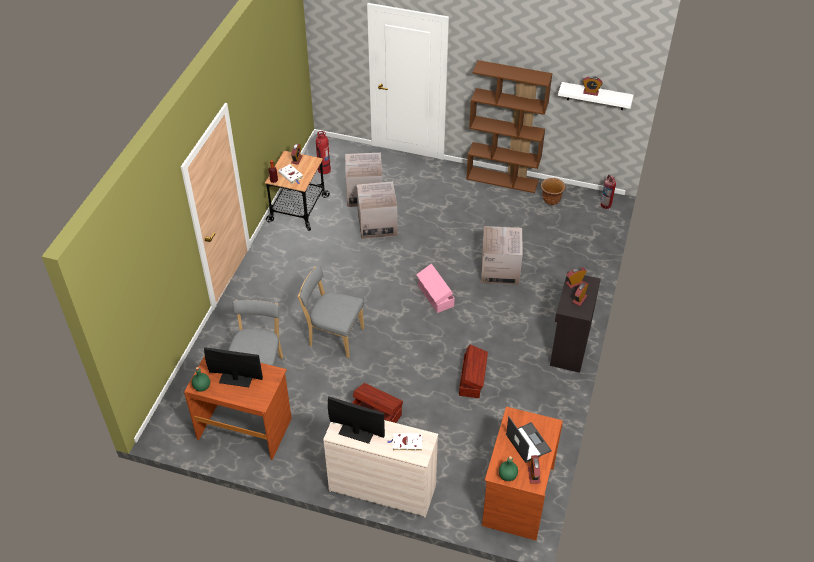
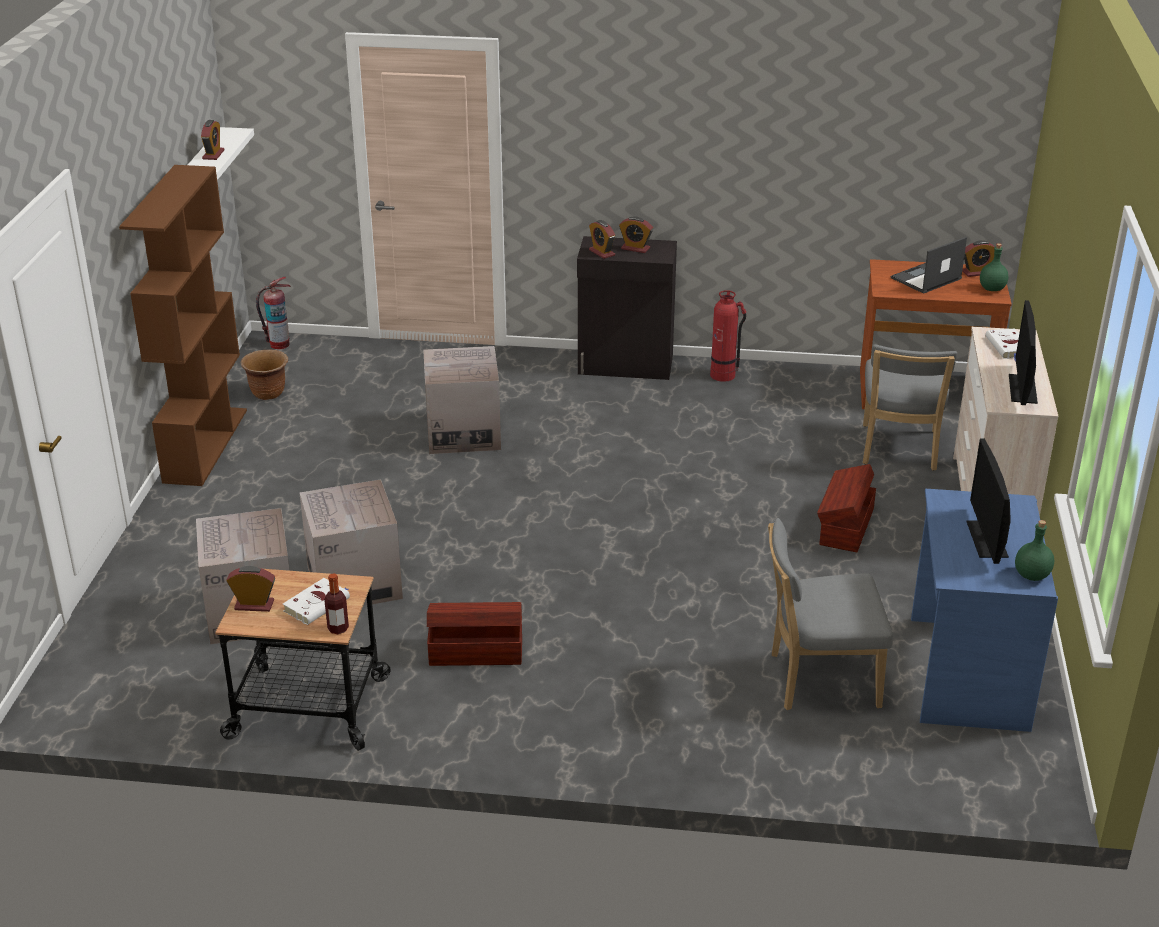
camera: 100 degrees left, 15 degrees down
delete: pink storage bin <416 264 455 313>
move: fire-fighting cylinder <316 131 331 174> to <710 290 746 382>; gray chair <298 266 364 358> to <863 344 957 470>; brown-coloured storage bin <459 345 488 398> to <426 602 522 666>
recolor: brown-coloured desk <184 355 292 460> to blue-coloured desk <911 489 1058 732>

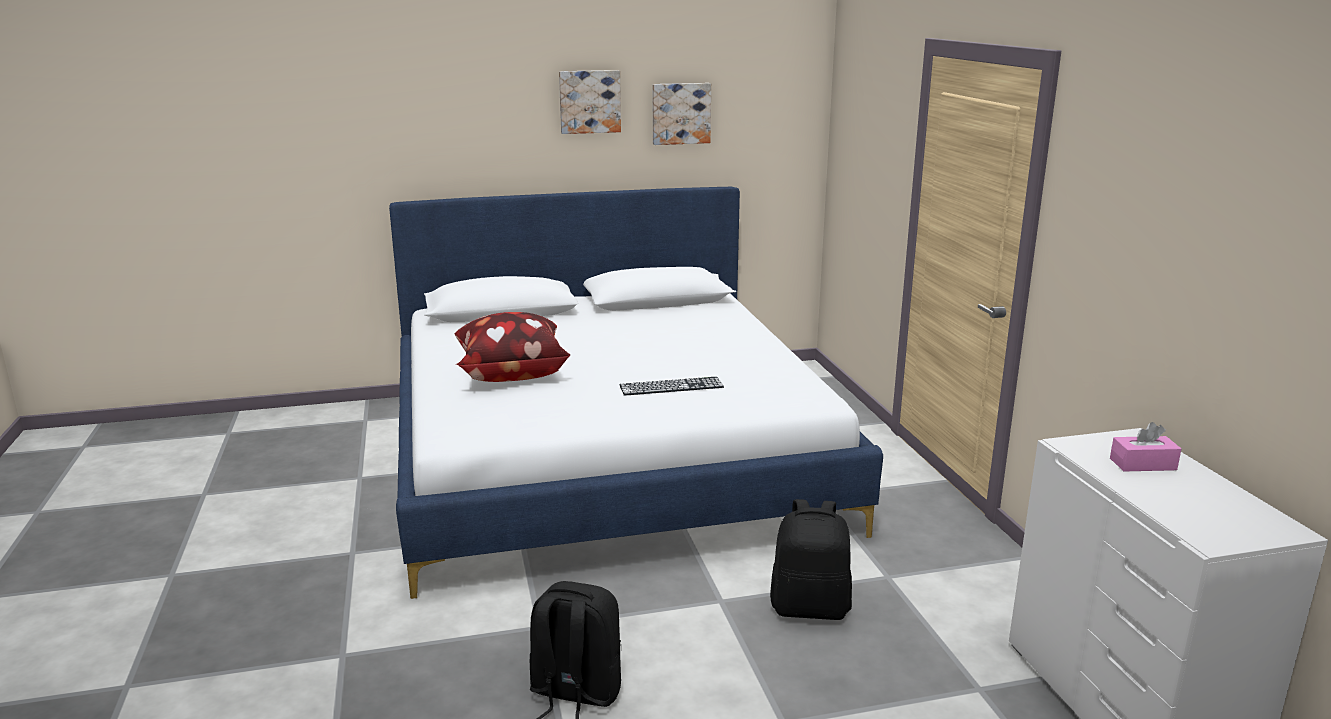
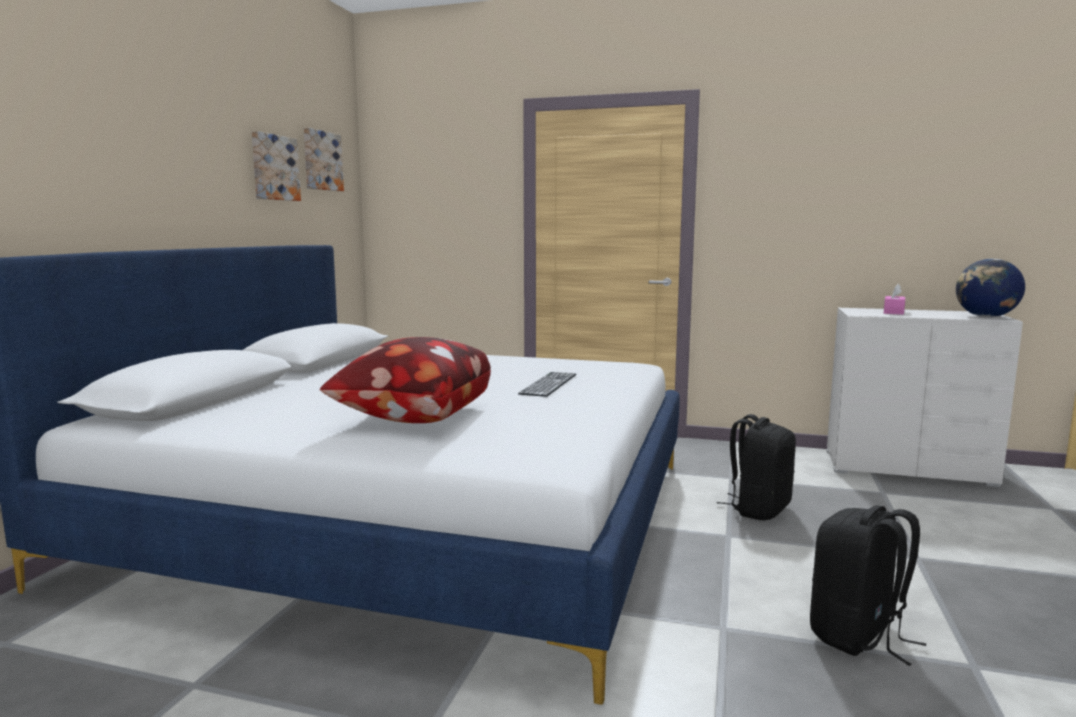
camera: 60 degrees left, 10 degrees down
insert: world globe <956 259 1025 317>
move: wall picture <559 70 621 134> to <304 128 344 191>

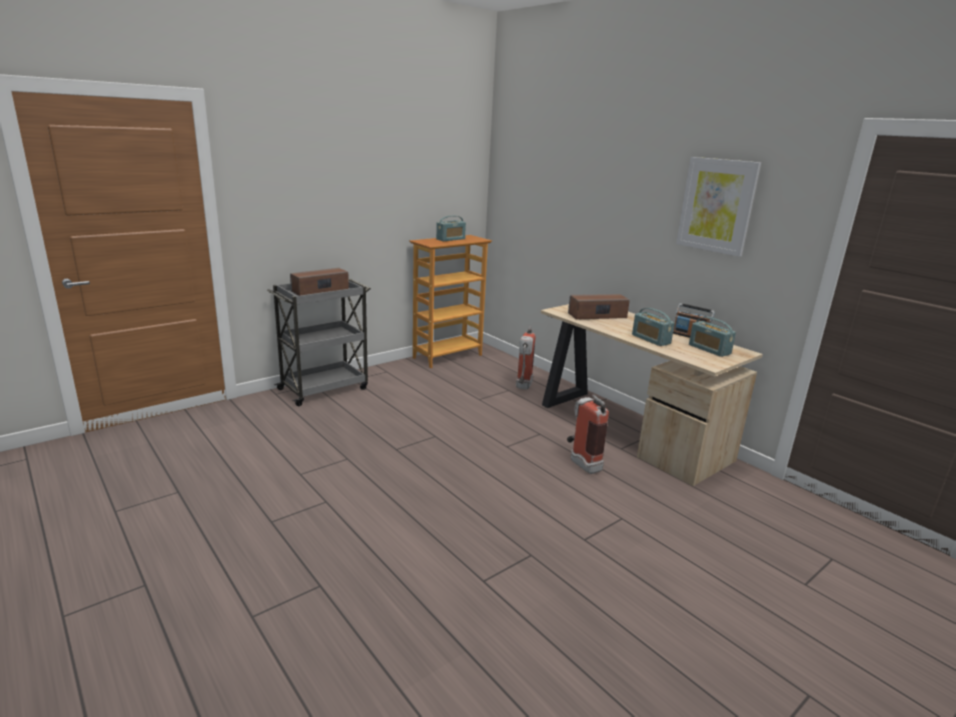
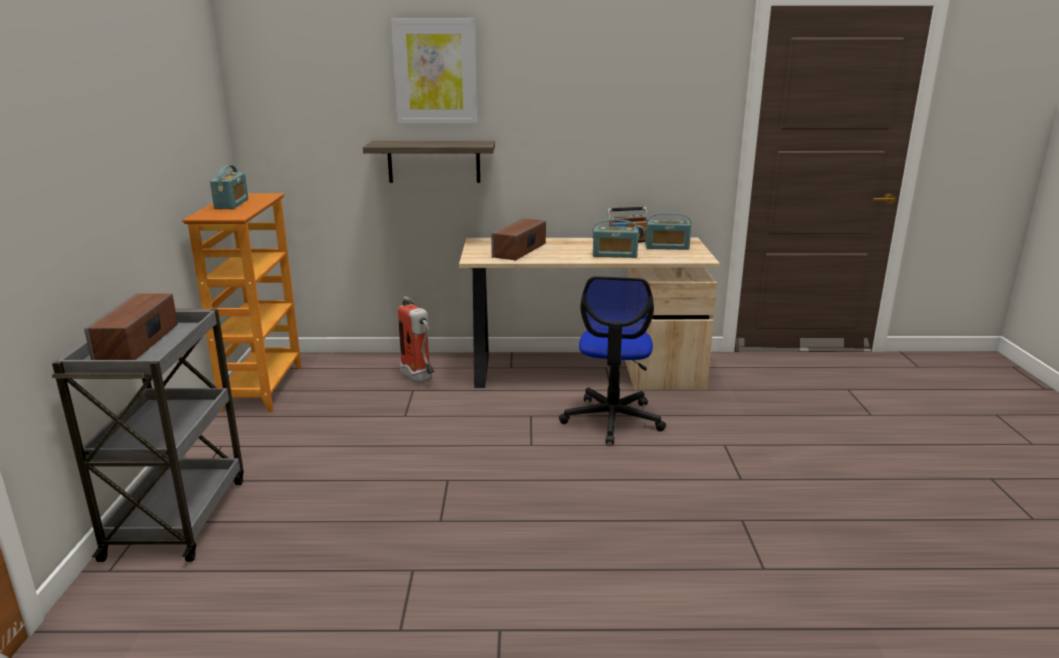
camera: 50 degrees left, 0 degrees up
insert: bracket shelf <363 141 495 183>
move: wall picture <676 157 761 257> to <391 18 477 124>
replace: fire-fighting cylinder <567 394 609 474> to desk chair <559 276 666 445>

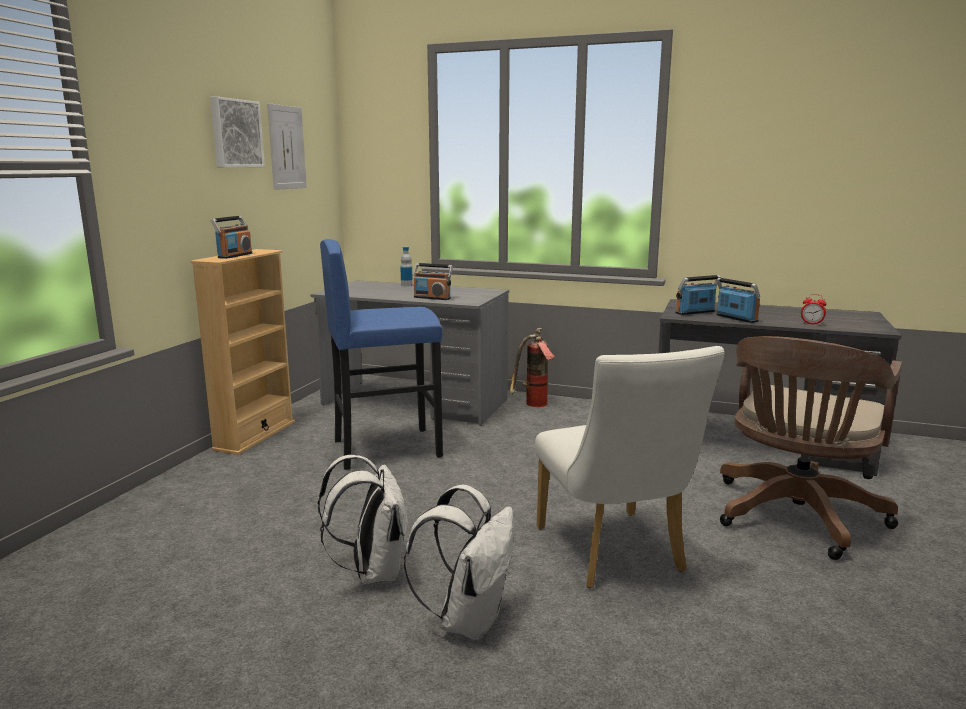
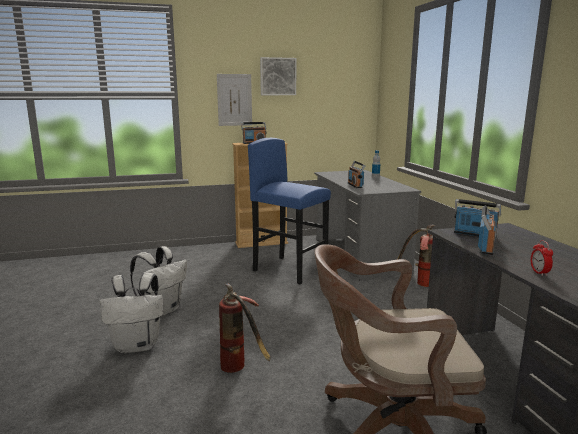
camera: 55 degrees right, 0 degrees up
move: wall picture <267 103 307 190> to <217 74 252 126>
replace: white-coloured chair <535 346 725 588> to fire-fighting cylinder <219 283 271 373>

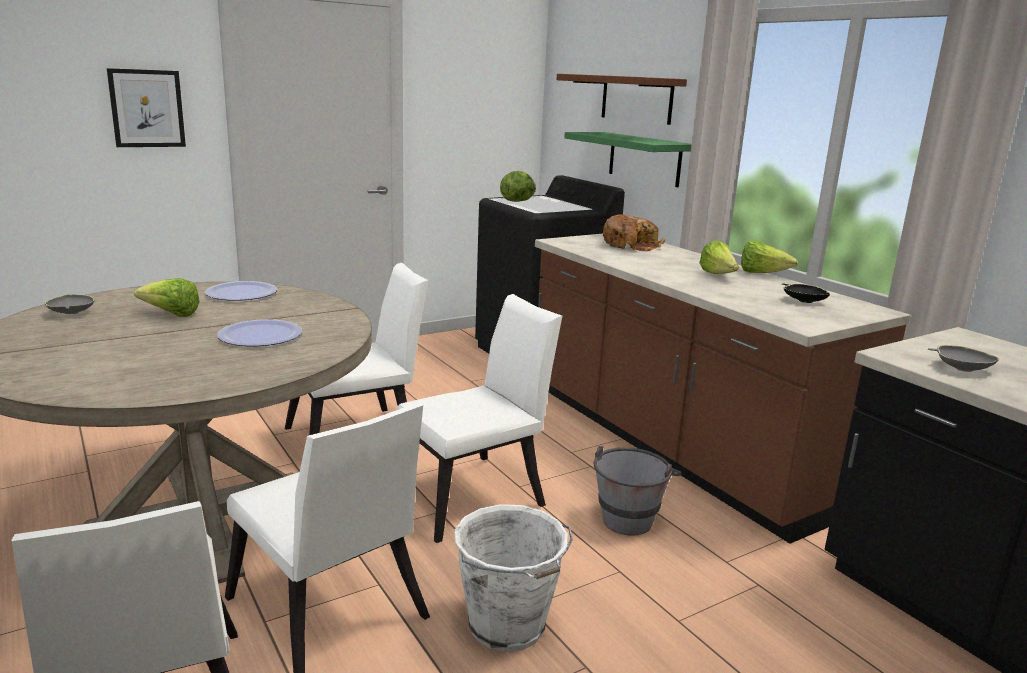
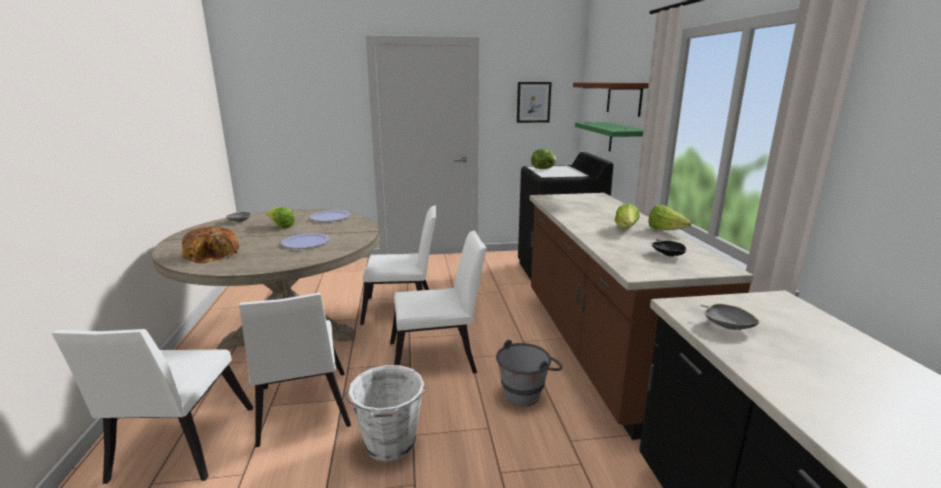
camera: 25 degrees right, 0 degrees up
move: wall picture <107 68 186 147> to <517 82 552 123>; bread <603 214 665 252> to <182 226 239 264>

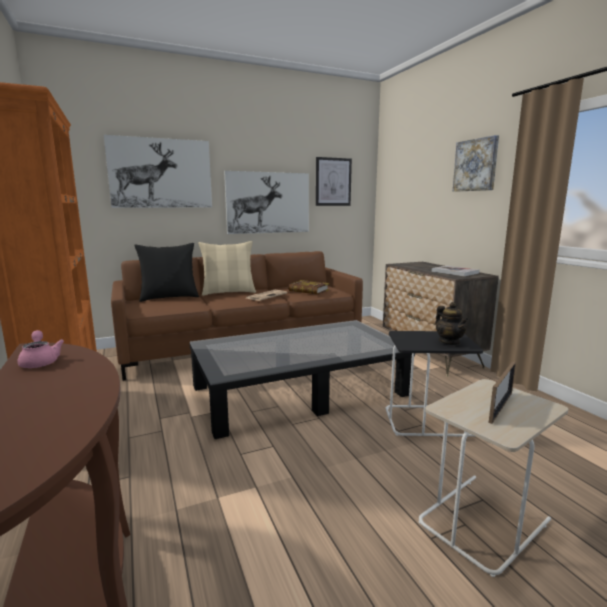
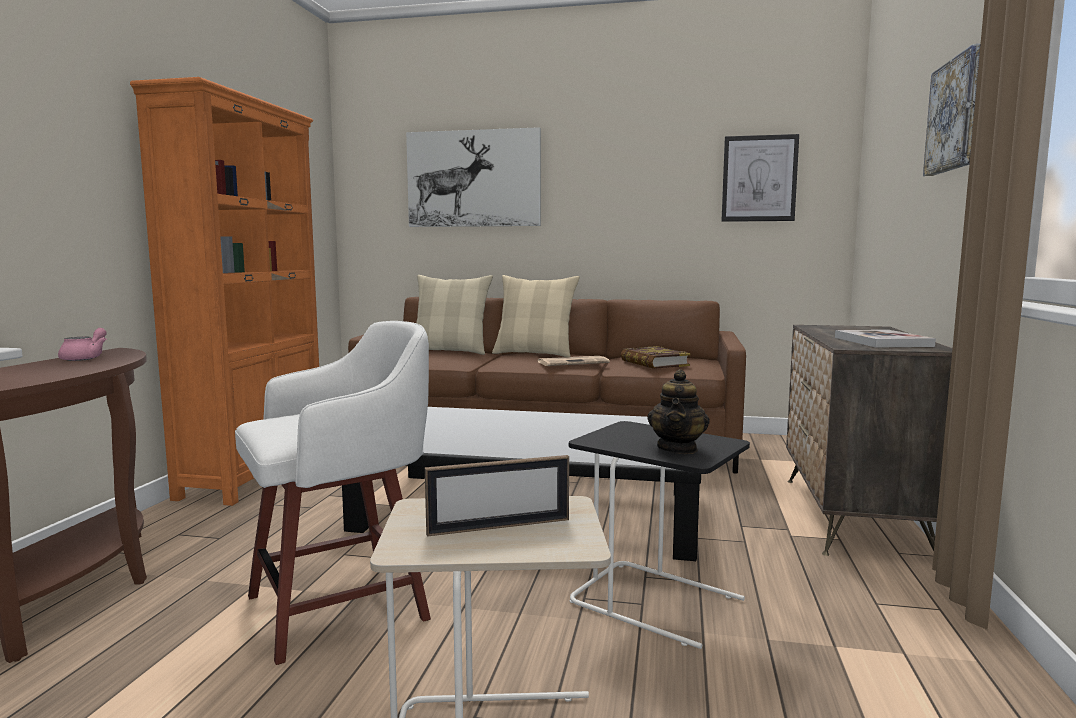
camera: 35 degrees right, 5 degrees down
delete: wall picture <224 171 309 234>
insert: white-coloured stool <235 321 431 665>
recolor: black-coloured pillow <134 243 199 302> to beige pillow <416 275 493 355>

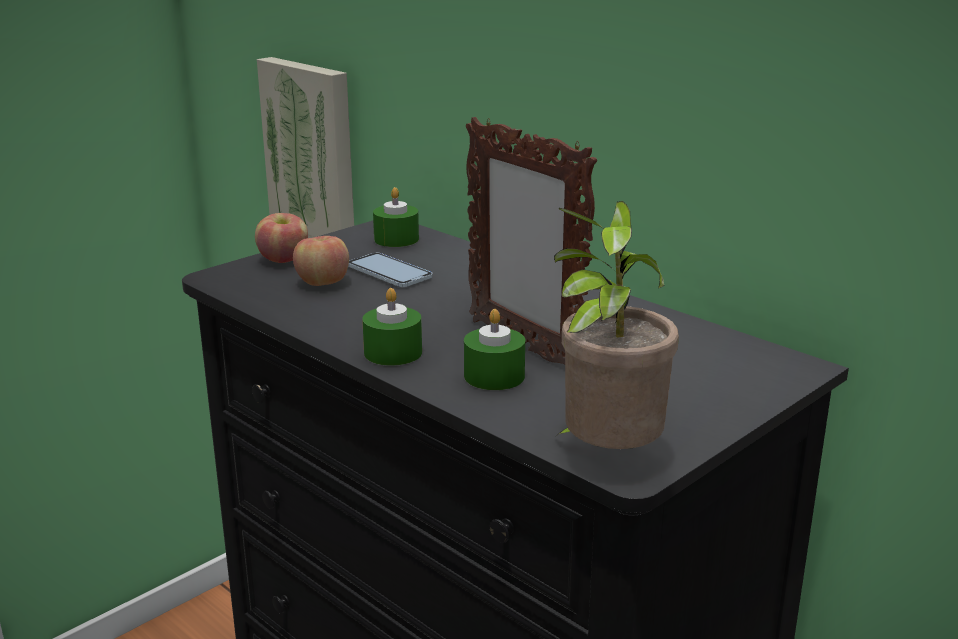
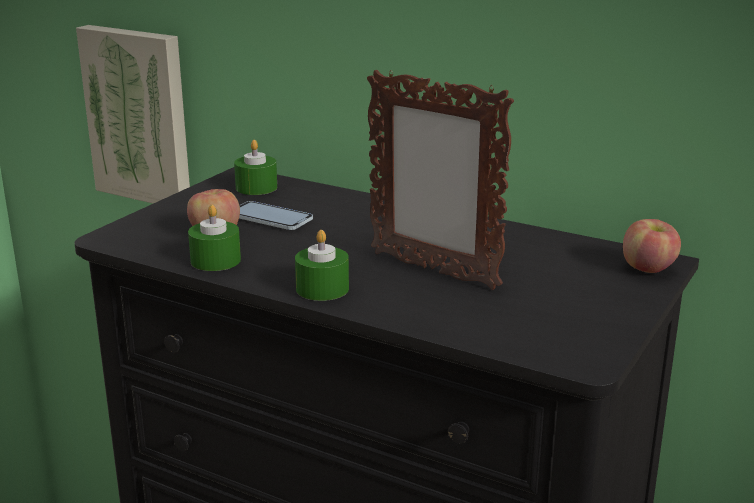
camera: 15 degrees left, 0 degrees up
delete: plant in a pot <554 201 679 449>
move: apple <255 213 308 263> to <623 219 681 273>; green wax light <464 309 525 390> to <188 205 241 271>

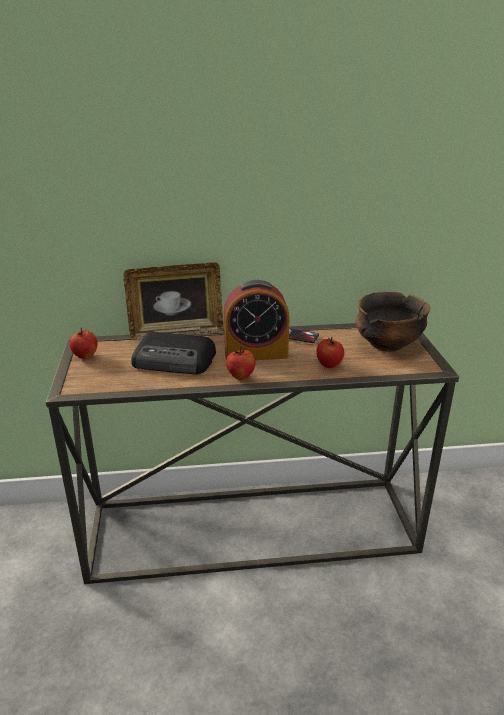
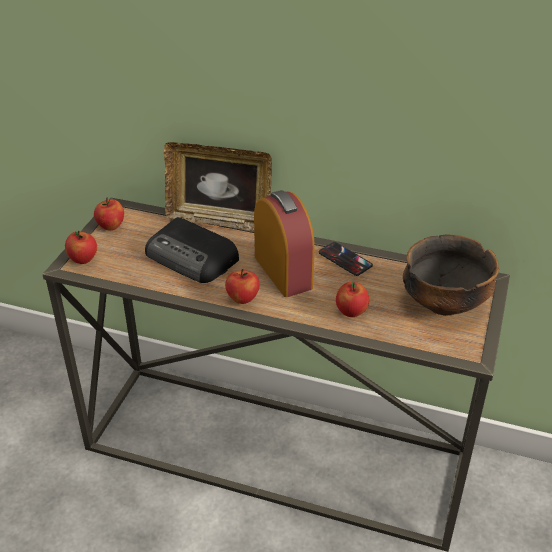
camera: 25 degrees right, 10 degrees up
insert: apple <65 231 97 264>
rotate: table clock <224 280 290 360> = <254 190 315 297> 135 degrees counterclockwise

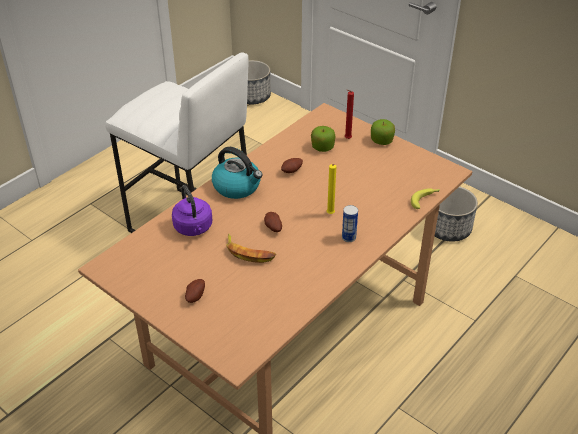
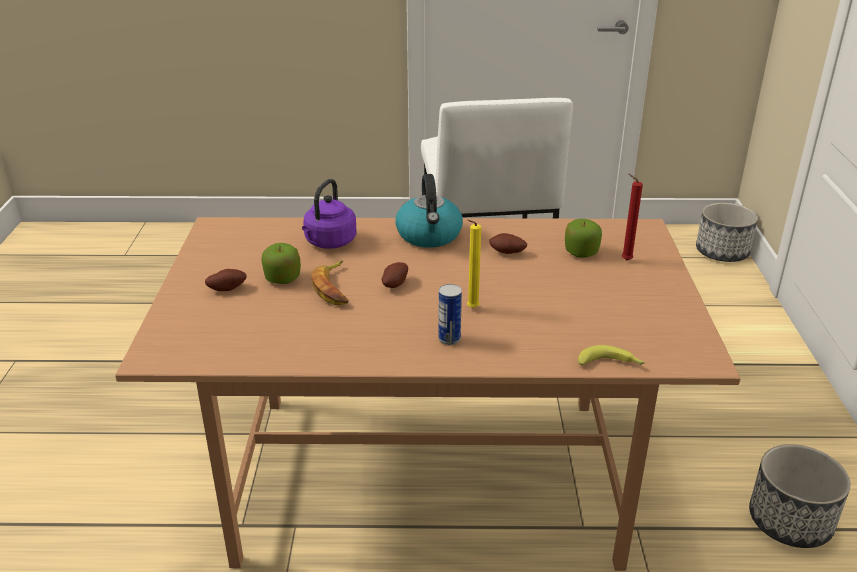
camera: 50 degrees right, 10 degrees down
move: apple <371 119 395 145> to <261 243 301 284>

